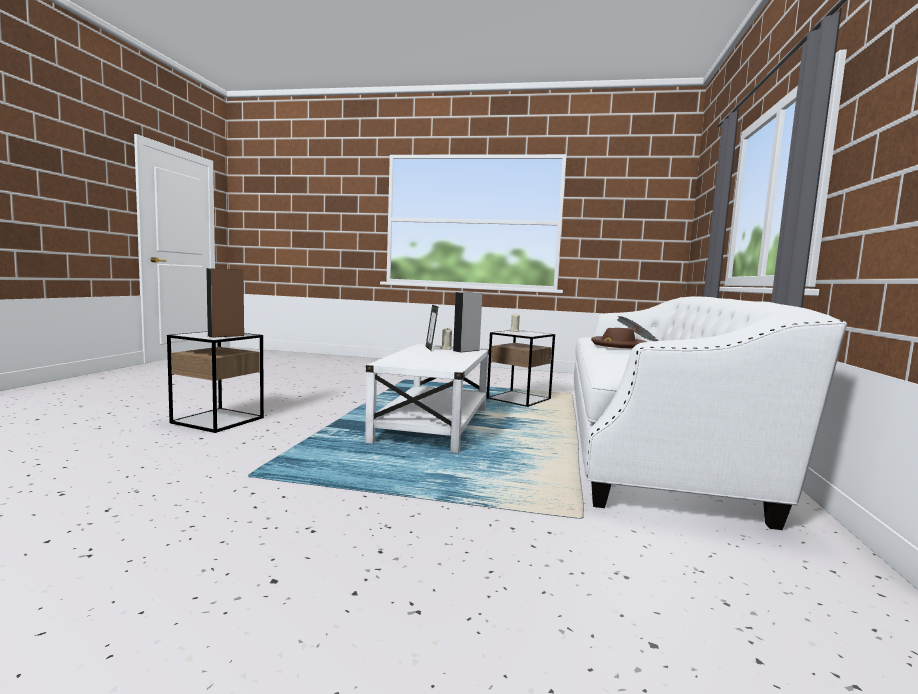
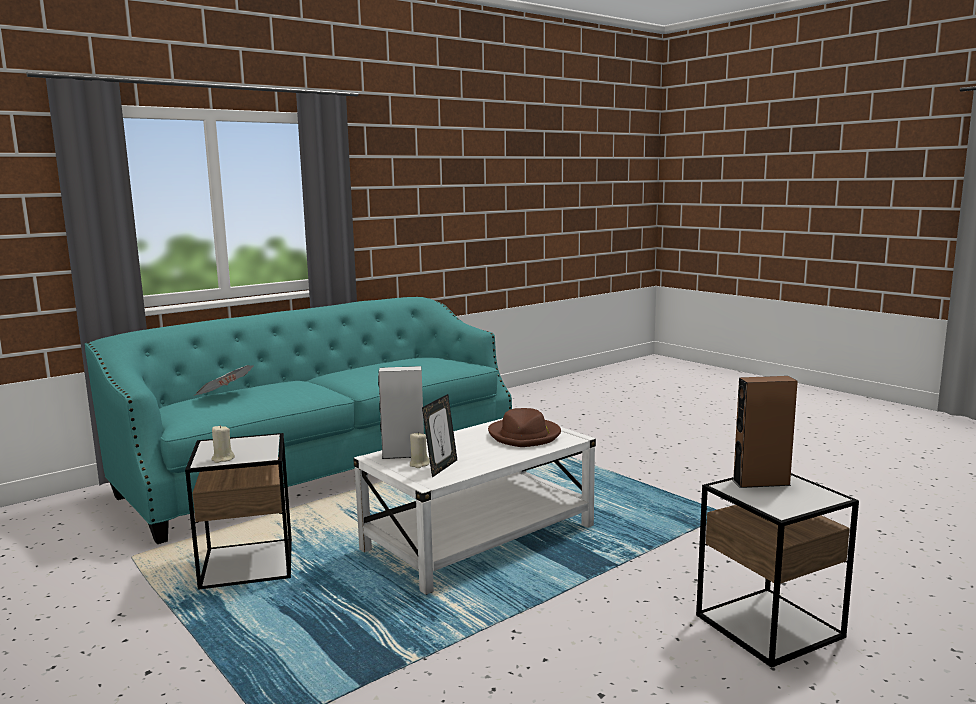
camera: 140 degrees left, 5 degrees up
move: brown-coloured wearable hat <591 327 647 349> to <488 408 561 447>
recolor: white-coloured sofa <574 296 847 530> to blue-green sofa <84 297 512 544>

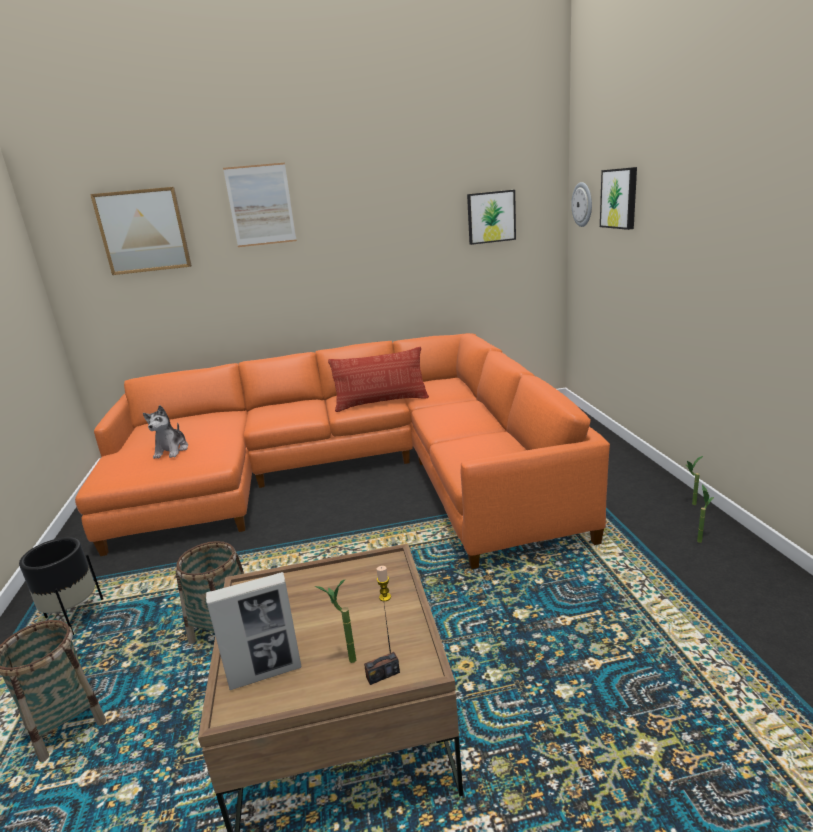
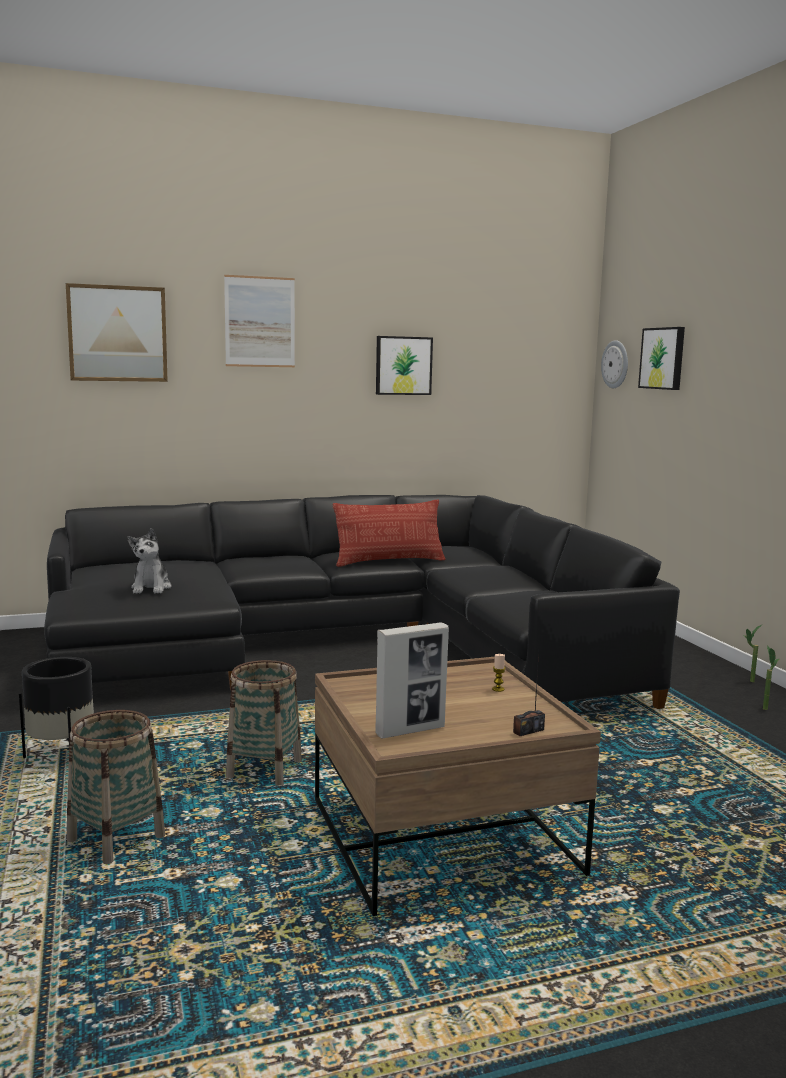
camera: 10 degrees left, 10 degrees down
delete: plant in a pot <315 579 356 663>
move: wall picture <467 190 516 245> to <376 336 433 395>
recolor: orangey sofa <75 333 610 569> to black-coloured sofa <44 495 680 709>

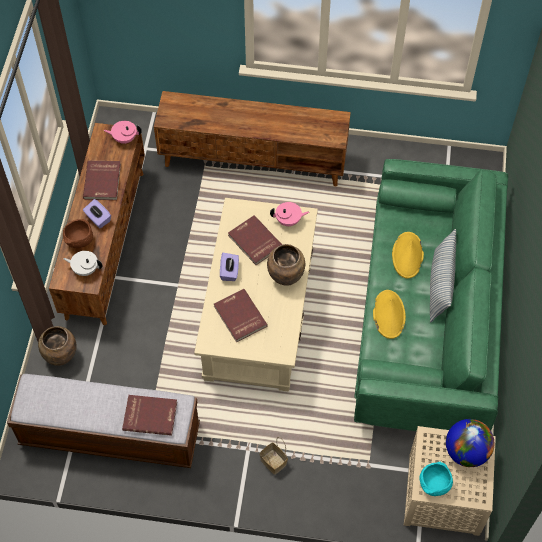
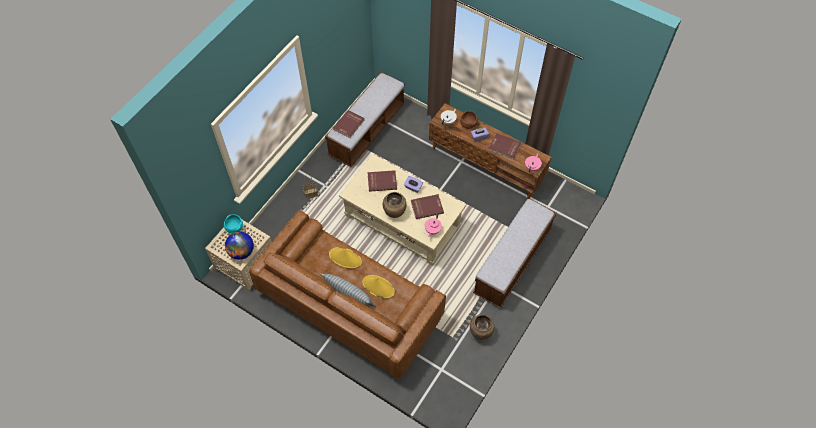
camera: 115 degrees right, 0 degrees up
move: brown-coloured decorative vase <38 326 76 366> to <470 314 494 340>
replace: brown-coloured tv unit <154 91 351 186> to indoor bench <473 198 557 309>
recolor: green sofa <354 159 508 431> to brown-coloured sofa <249 210 446 379>

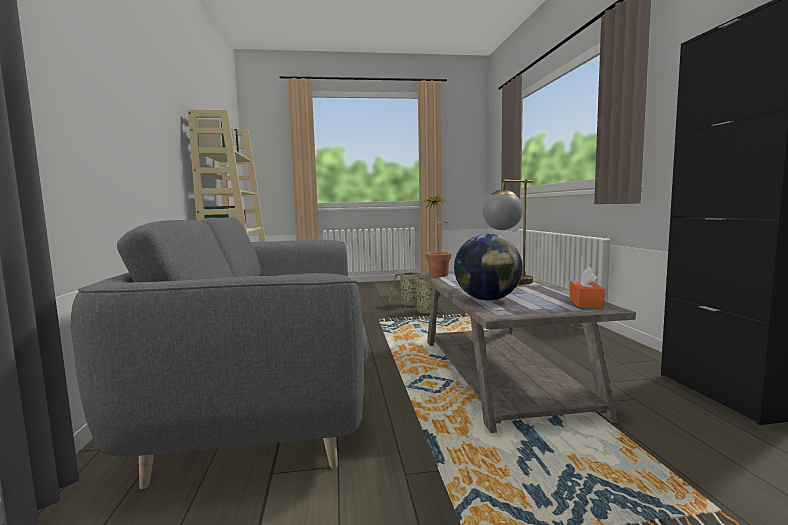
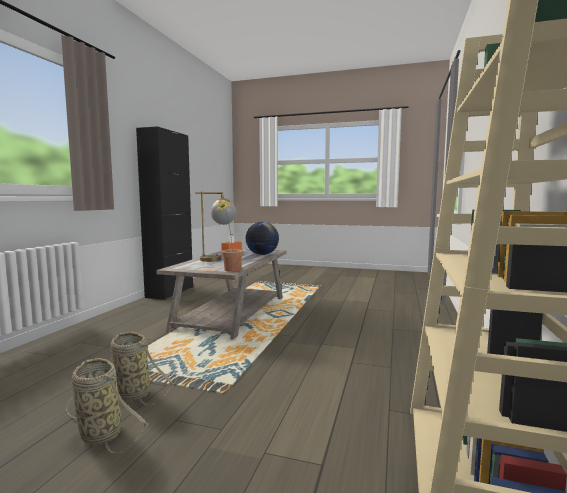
camera: 155 degrees left, 0 degrees up
delete: gray sofa <70 217 367 489>

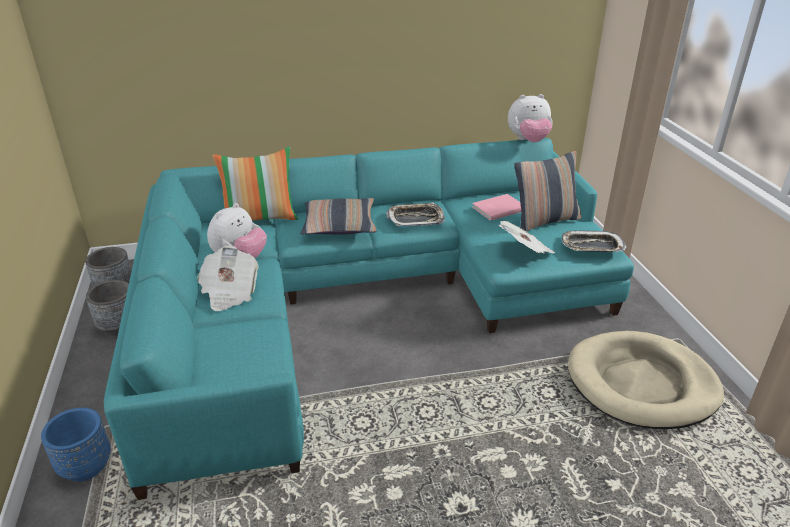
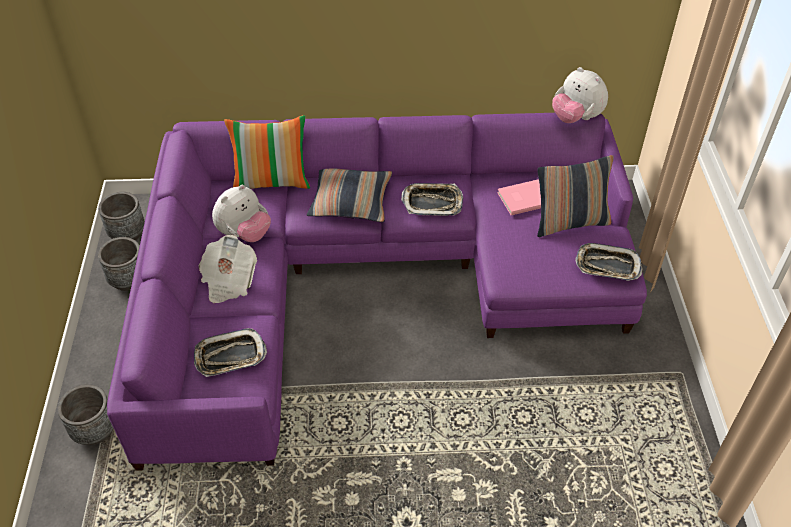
camera: 10 degrees right, 15 degrees up
delete: daily paper <499 221 555 254>; beige dog bed <568 331 724 429>
insert: carrying tray <194 328 267 377>
recolor: blue-green sofa <104 138 634 500> to purple-coloured sofa <107 113 647 471>; blue-coloured flower pot <41 408 111 482> to gray flower pot <58 384 113 445>
rotate: plush toy <508 94 553 143> = <552 67 608 123> 45 degrees clockwise

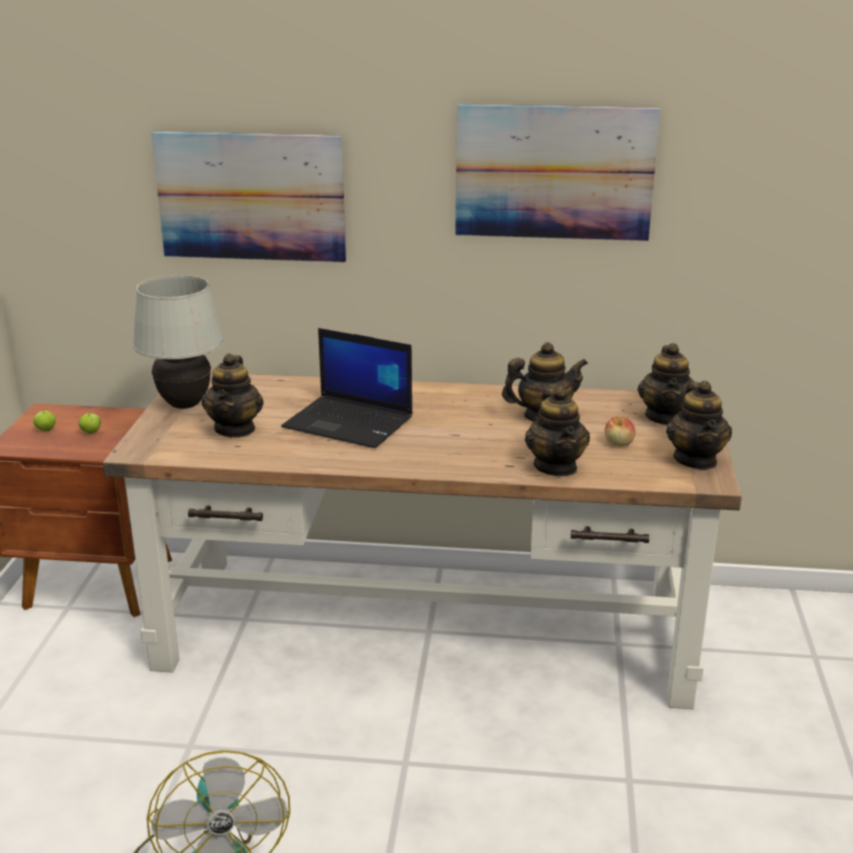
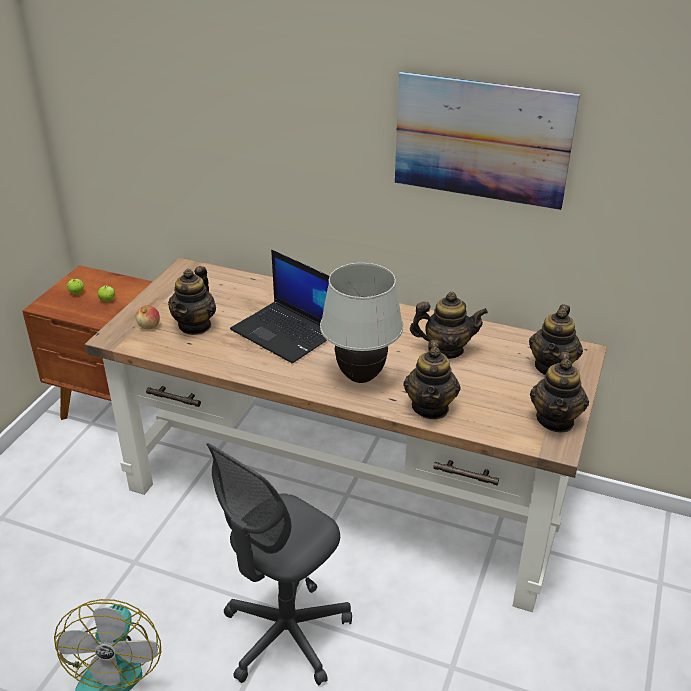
camera: 15 degrees right, 10 degrees up
delete: wall picture <151 132 346 262>
insert: gray desk chair <207 443 352 685>
move: white-coloured tabletop lamp <132 275 224 409> to <320 263 403 383>; apple <605 416 635 446> to <136 305 160 329>

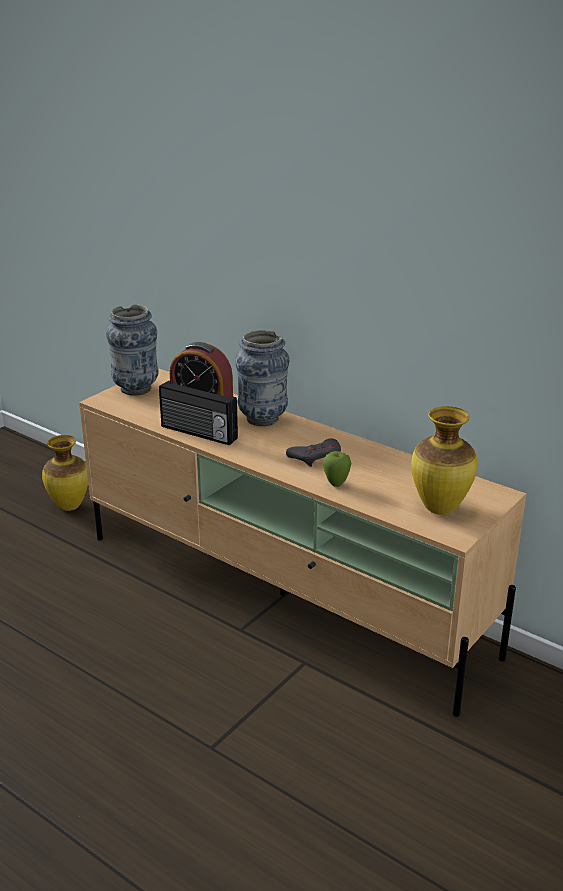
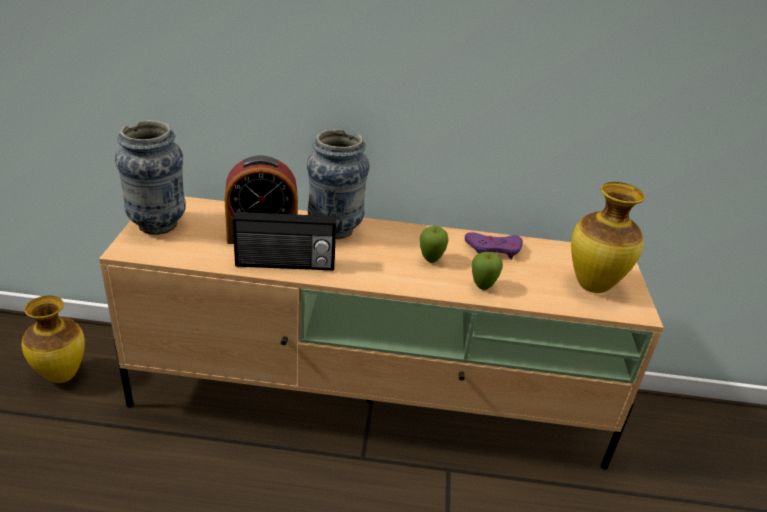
camera: 35 degrees left, 5 degrees up
insert: purple-coloured gamepad <465 232 523 260>
replace: gray gamepad <286 439 341 467> to apple <420 226 448 263>

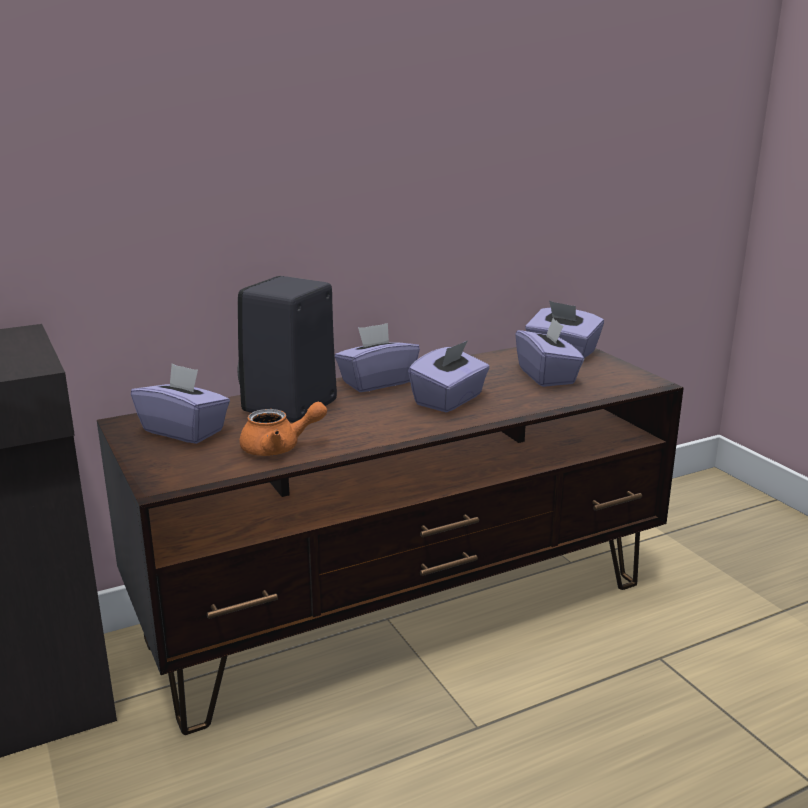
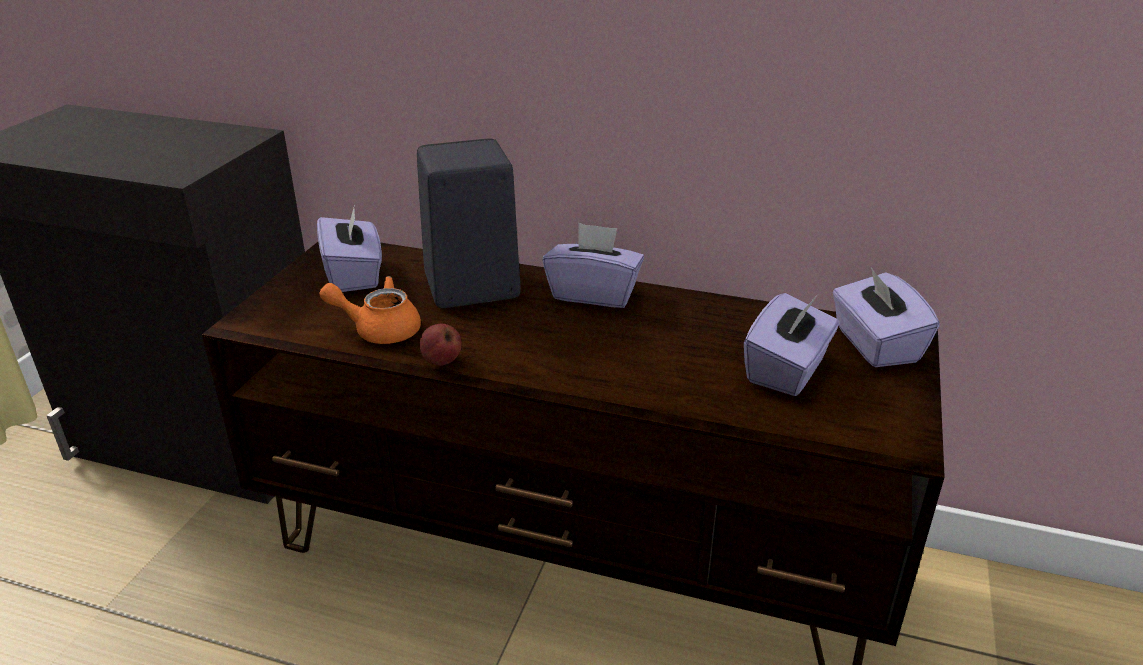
camera: 45 degrees right, 10 degrees up
delete: purple-coloured box of tissues <408 340 490 412>
insert: apple <420 324 462 366>
rotate: orangey pot for tea <239 402 327 456> = <319 276 421 344> 150 degrees clockwise

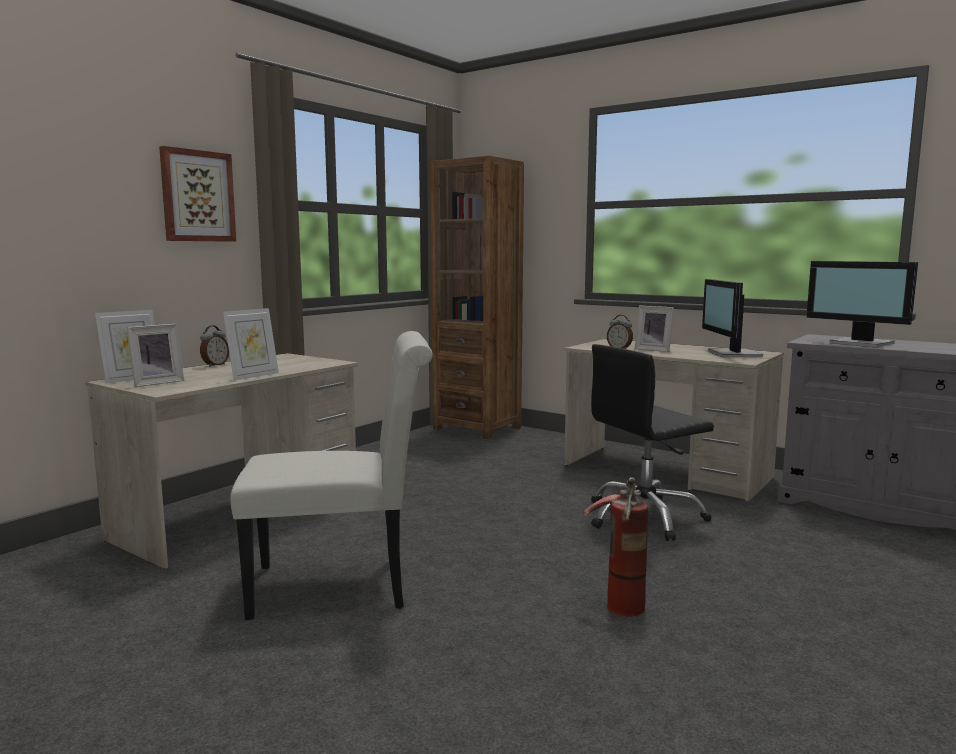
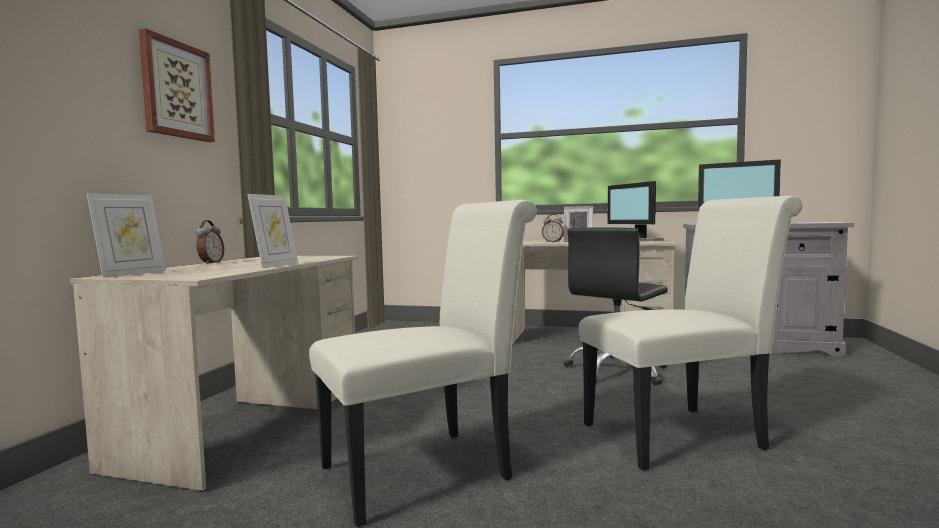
camera: 20 degrees left, 5 degrees down
delete: brown-coloured shelving unit <430 156 524 439>; standing frame <126 324 184 387>
replace: fire-fighting cylinder <583 477 648 617> to white-coloured chair <579 196 802 470>

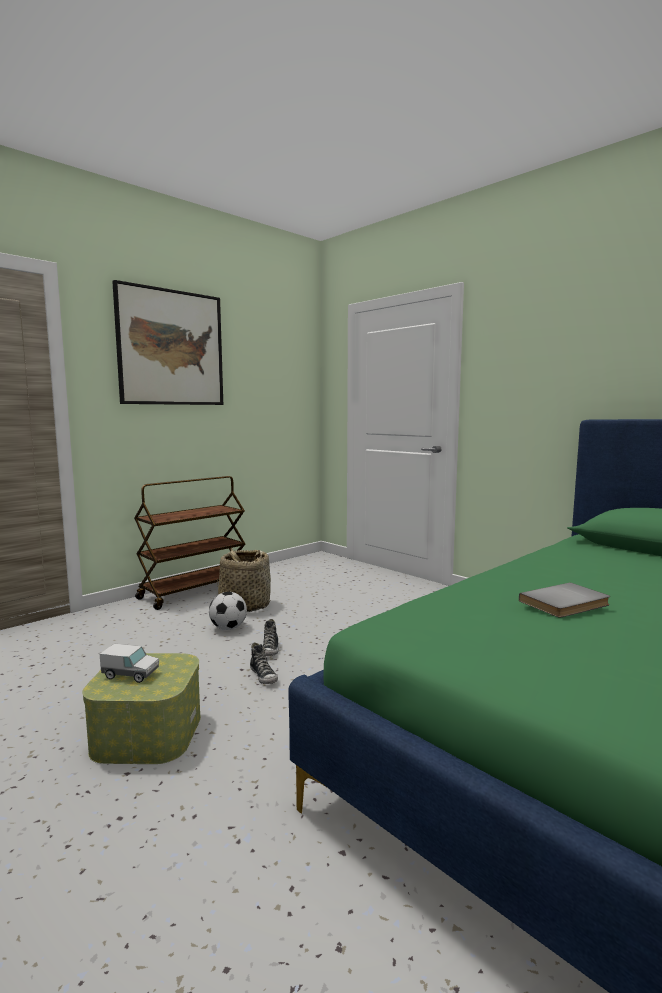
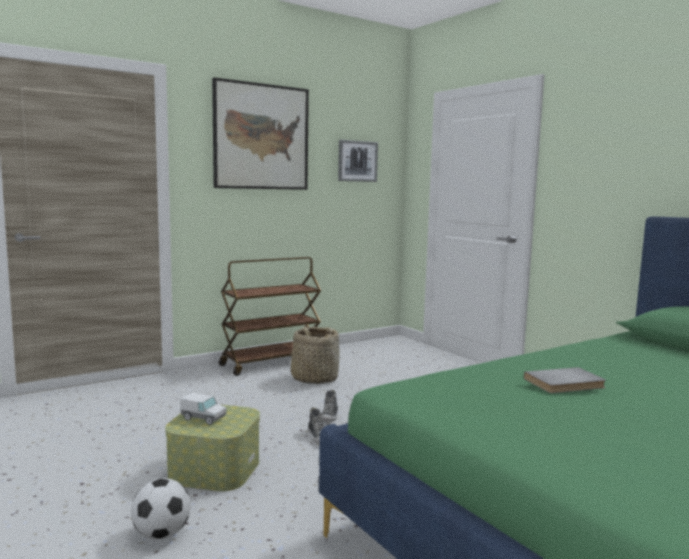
camera: 10 degrees right, 0 degrees up
insert: wall picture <338 140 378 182>
move: ball for football <209 592 247 630> to <131 478 191 540>

